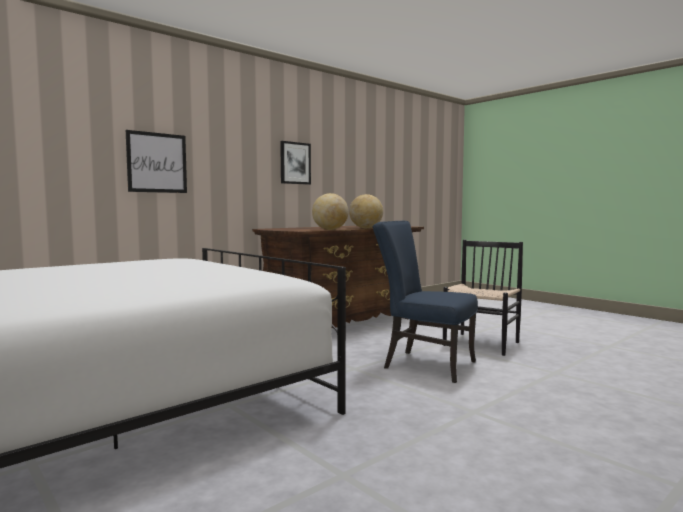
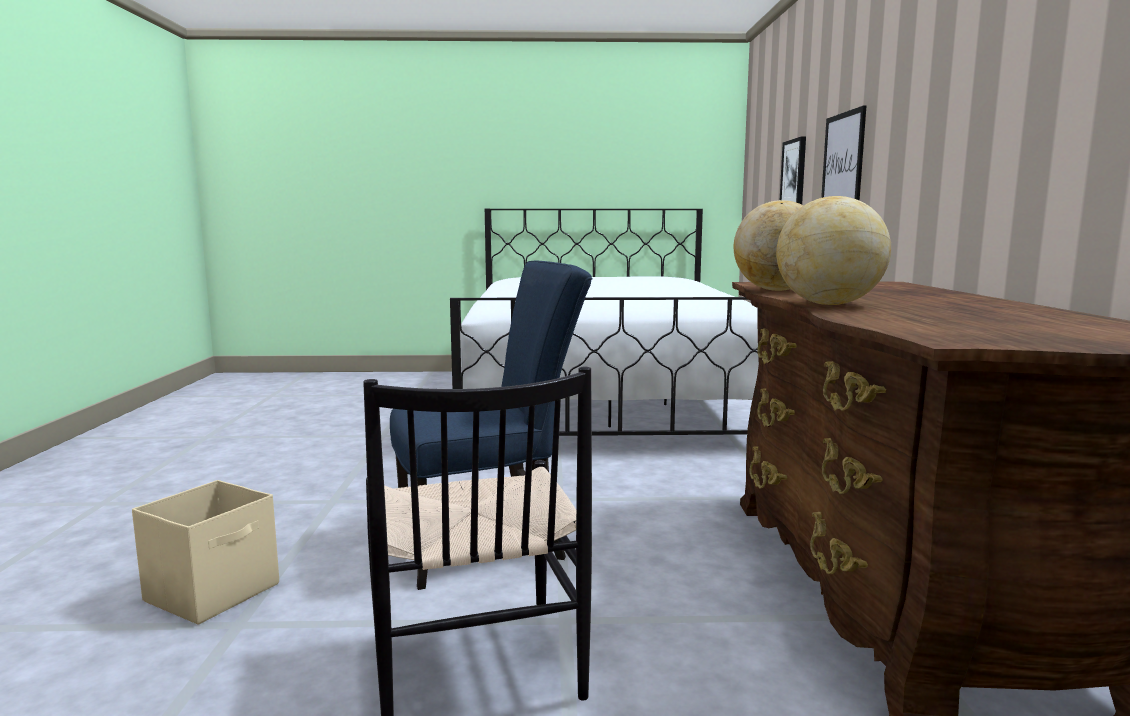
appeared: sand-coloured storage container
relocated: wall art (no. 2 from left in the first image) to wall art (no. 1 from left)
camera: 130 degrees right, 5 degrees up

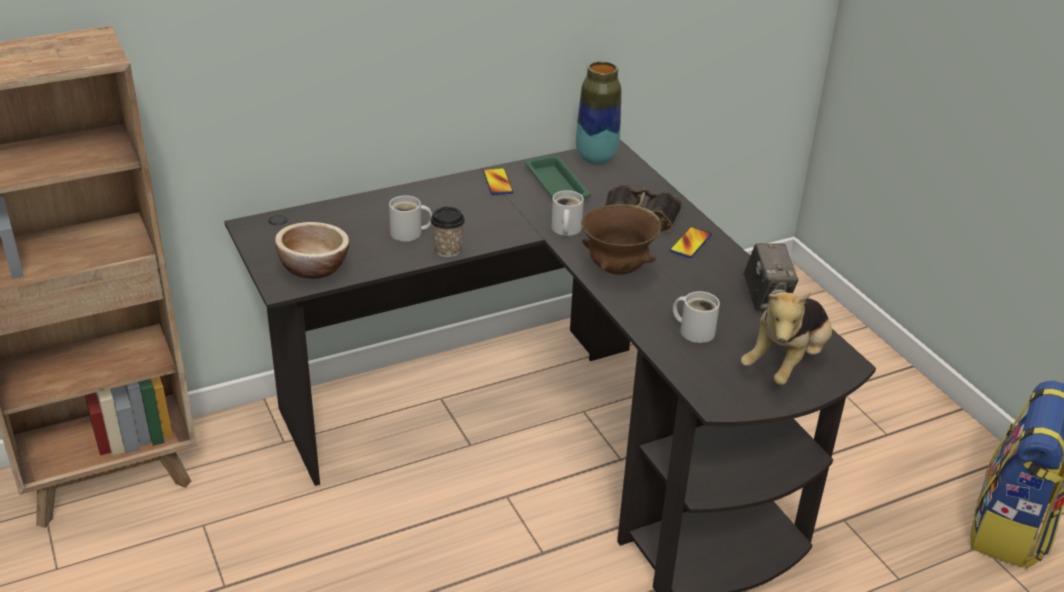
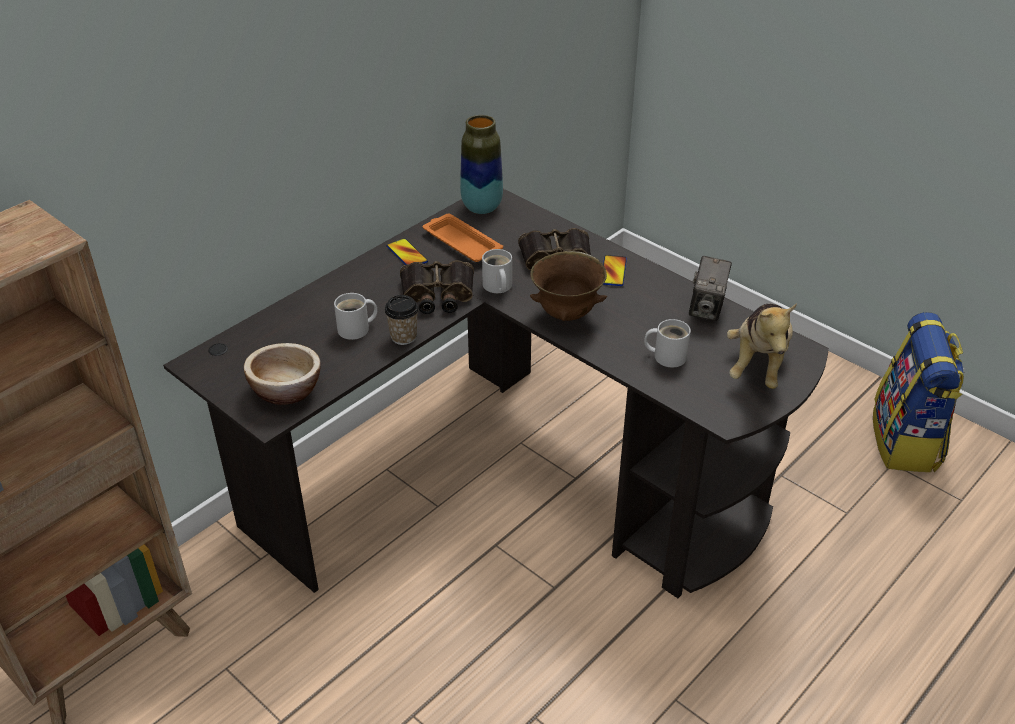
appeared: pair of binoculars (no. 1 from left)
colour: greenish tray to orange-coloured tray
spun: photo camera 45 degrees clockwise
camera: 20 degrees left, 5 degrees up

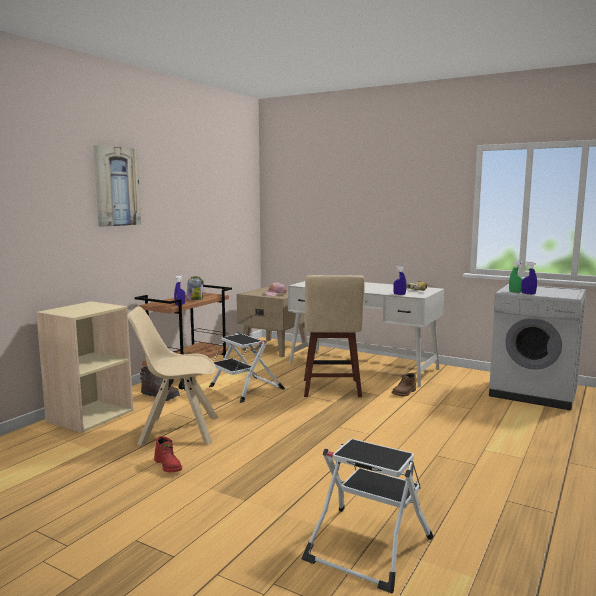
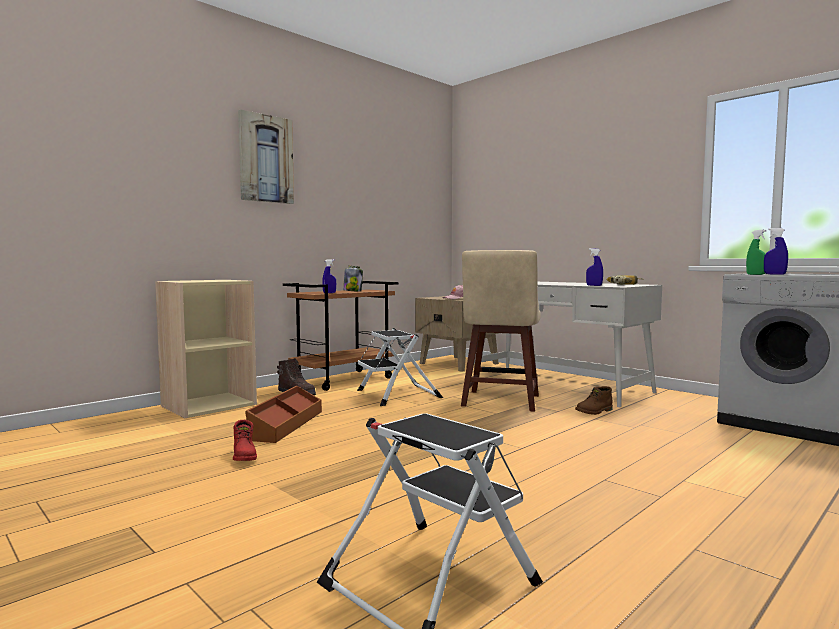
exchanged: sand-coloured plain chair (no. 1 from left) to brownish storage container
camera: 15 degrees right, 5 degrees down

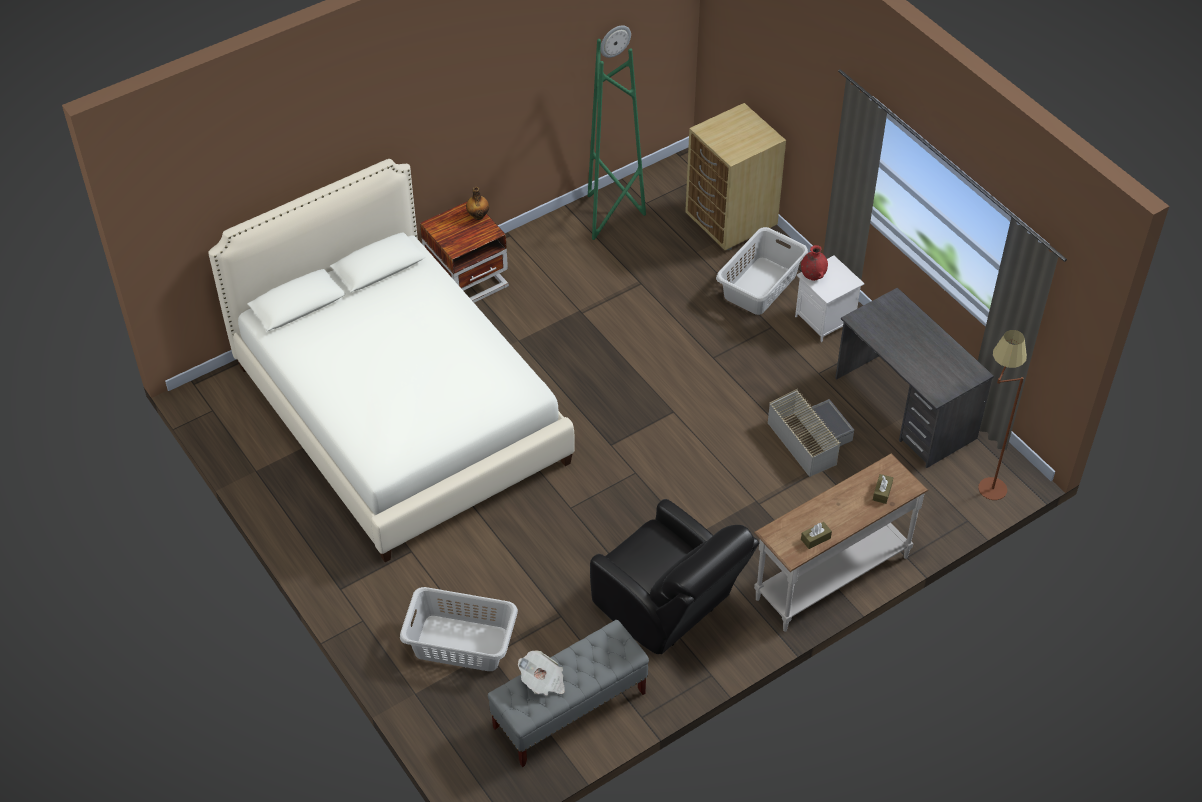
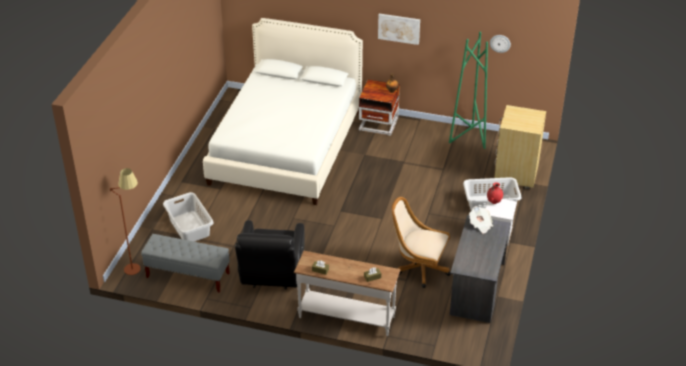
appeared: wall art
relocated: brownish standing lamp; daily paper
exchanged: gray storage container to computer chair
camera: 50 degrees right, 10 degrees down

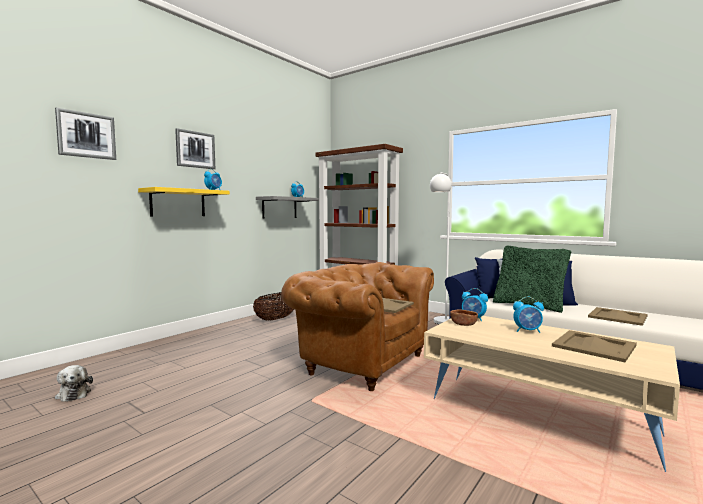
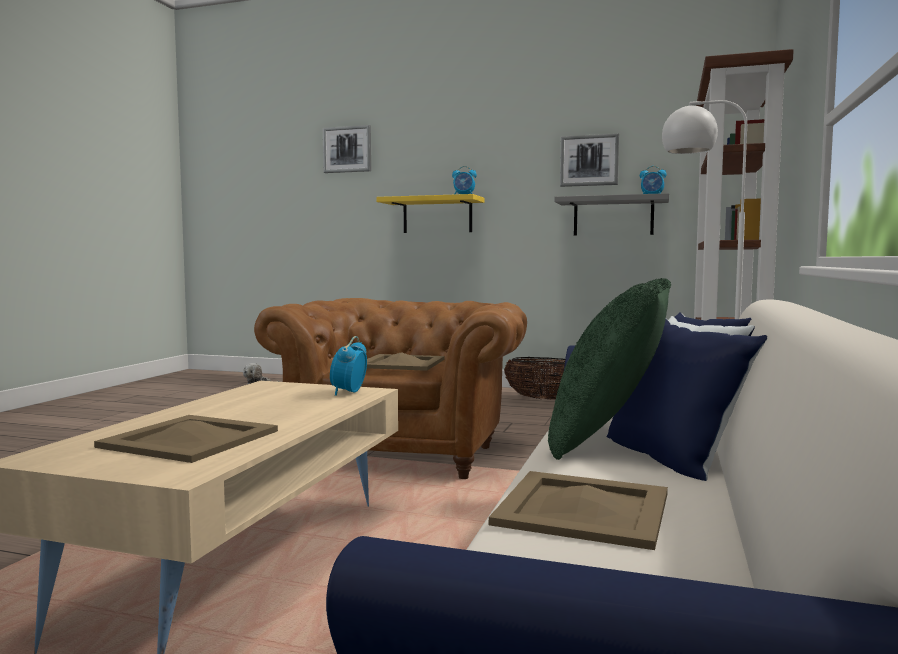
missing: table clock (no. 4 from left); brownish bowl
relocated: wall art (no. 2 from left)
camera: 70 degrees right, 0 degrees up

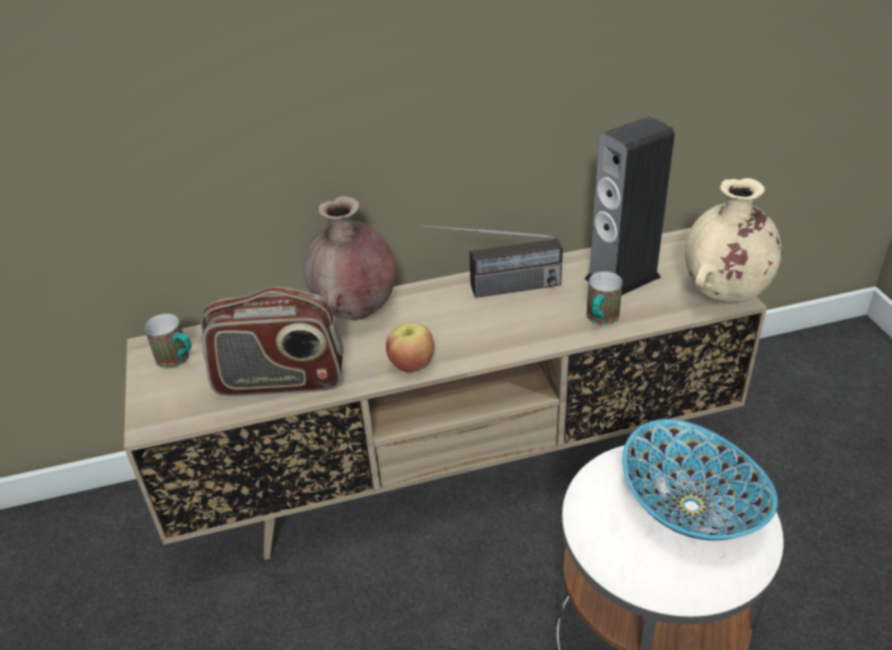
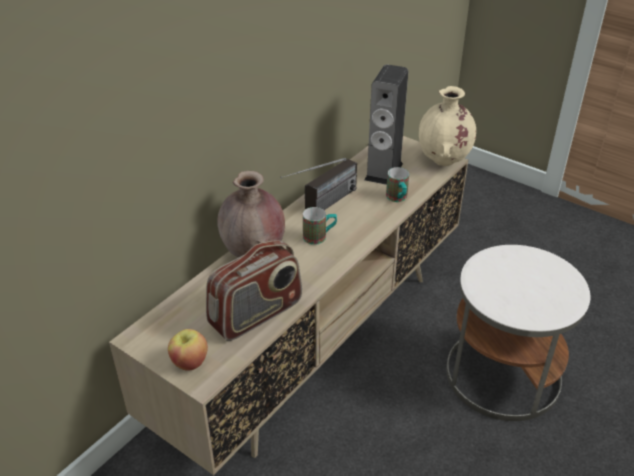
missing: bowl
relocated: tea mug (no. 1 from left); apple
camera: 40 degrees left, 0 degrees up

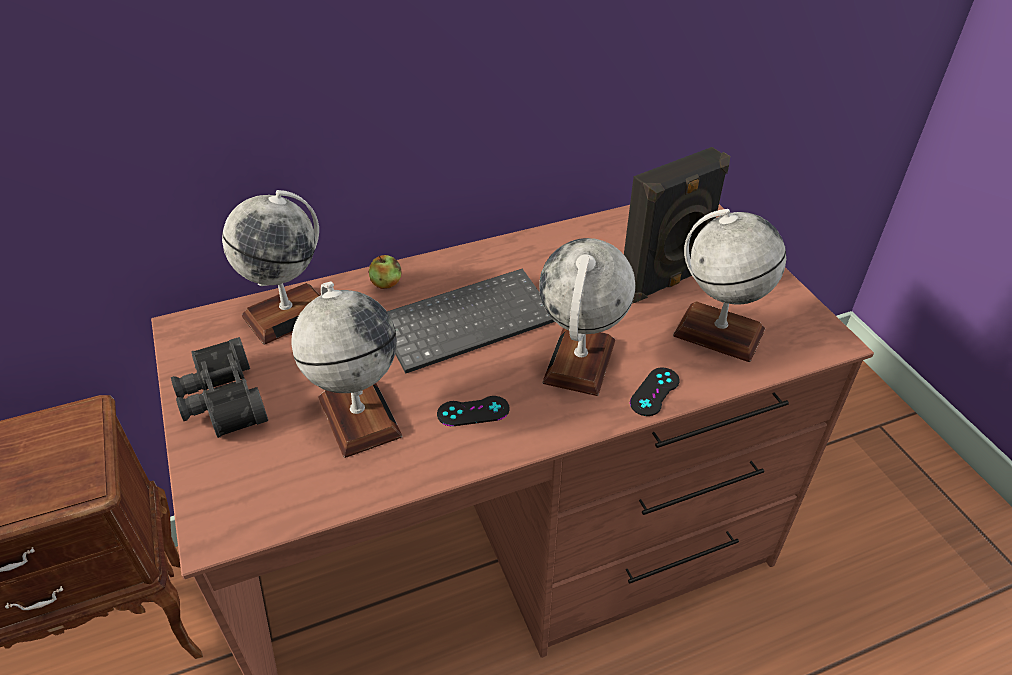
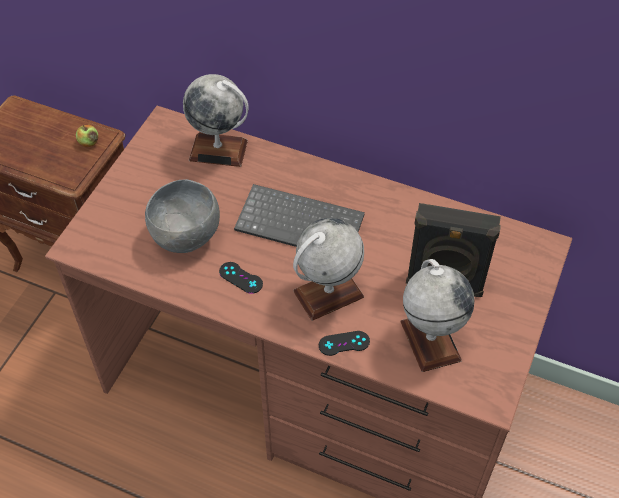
missing: black-coloured pair of binoculars
relocated: apple
exchanged: world globe (no. 2 from left) to gray bowl
camera: 45 degrees right, 10 degrees up

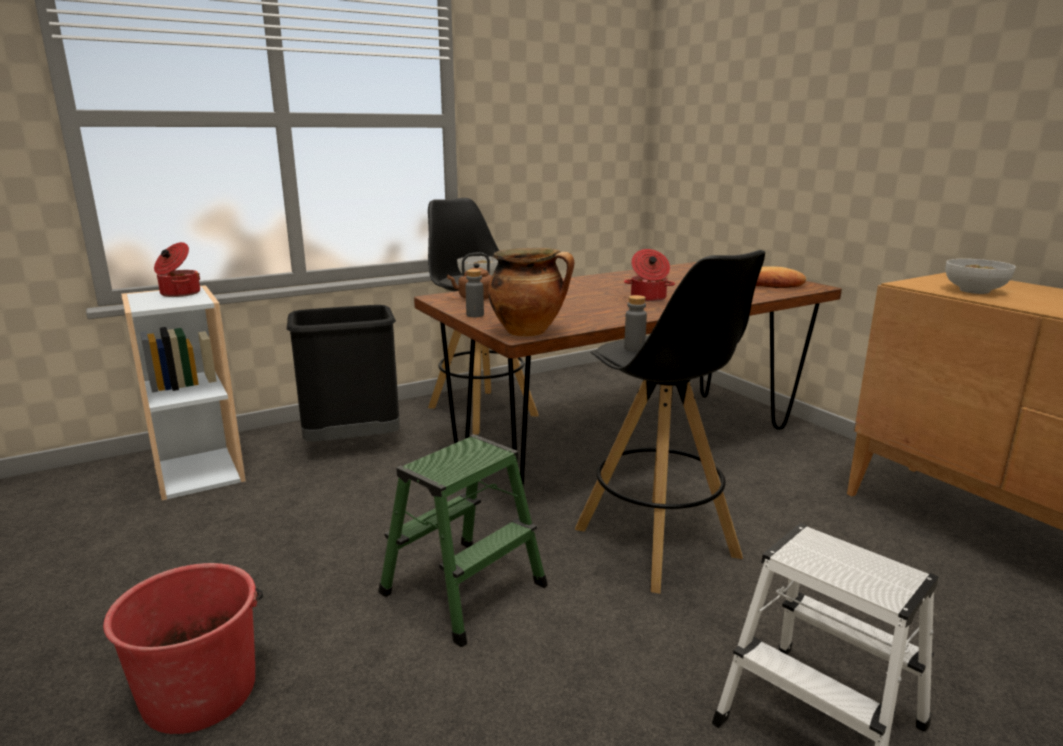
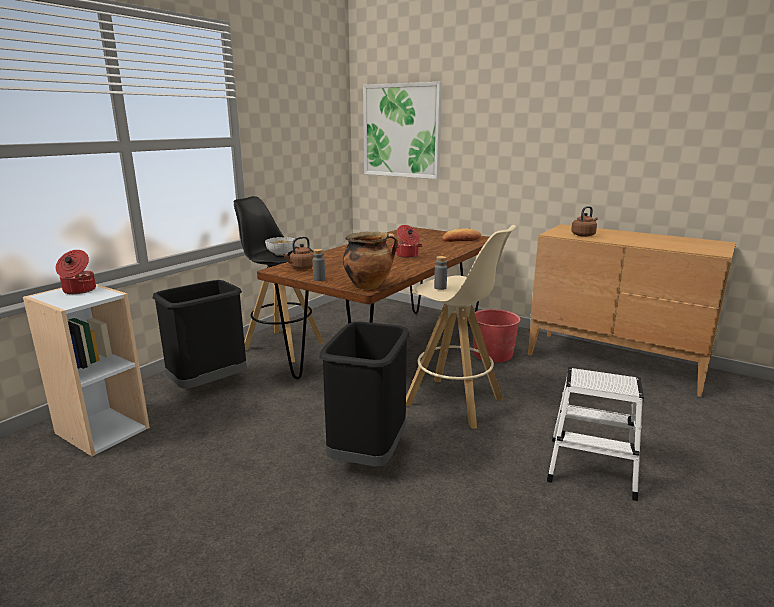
appeared: wall art
relocated: red-coloured pail
exchanged: bowl (no. 2 from left) to brownish water kettle (no. 2 from left); greenish stepladder to black-coloured rubbish bin (no. 2 from left)
colour: black-coloured stool seat (no. 2 from left) to sand-coloured stool seat
camera: 25 degrees left, 0 degrees up

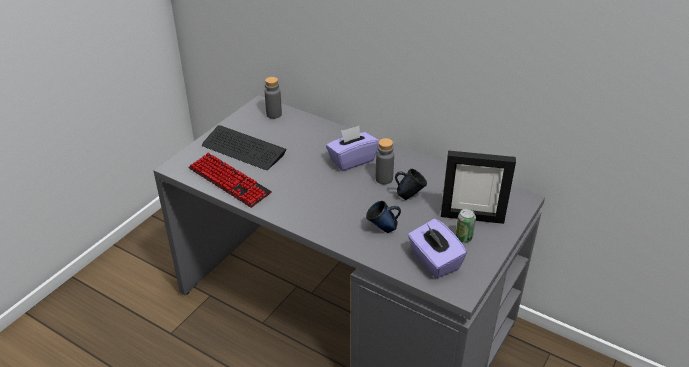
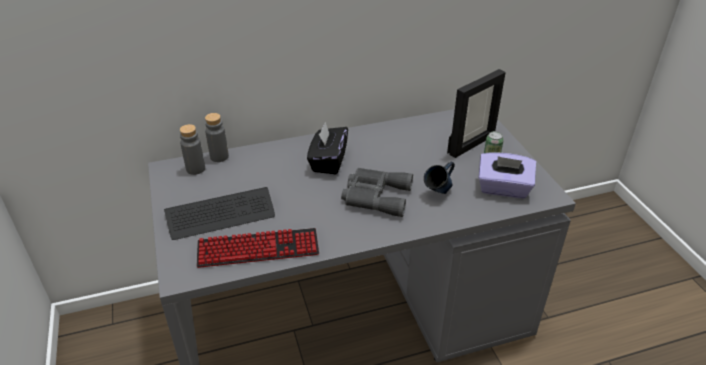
missing: blue tea mug (no. 2 from left)
appeared: gray pair of binoculars
relocated: gray drink bottle (no. 2 from left)
colour: purple tissue holder (no. 1 from left) to black-coloured tissue holder
camera: 50 degrees left, 0 degrees up

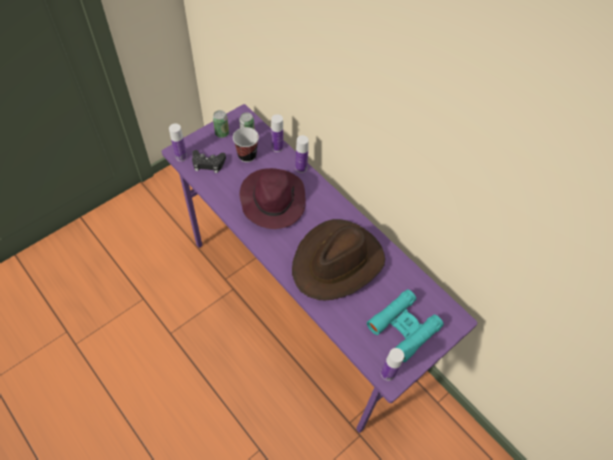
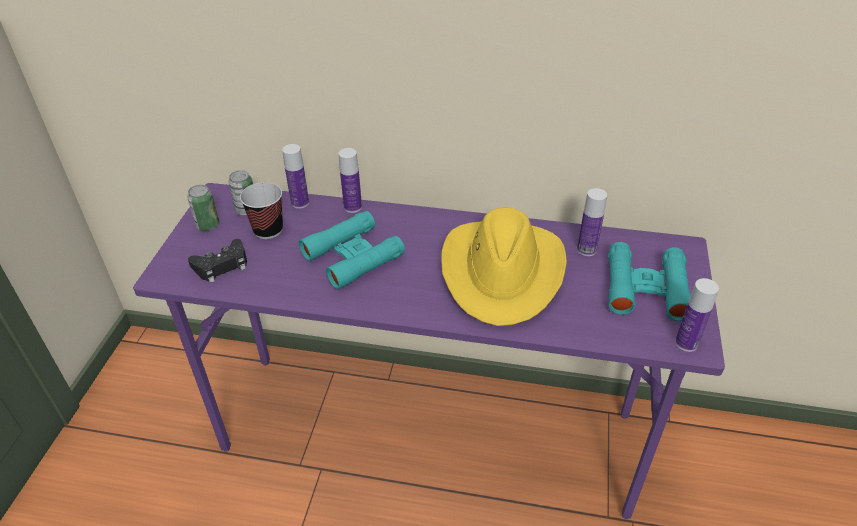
relocated: drink bottle (no. 1 from left in the first image) to drink bottle (no. 3 from left)
exchanged: purple clothing hat to turquoise-coloured pair of binoculars (no. 1 from left)
colour: brownish clothing hat to yellow clothing hat
camera: 35 degrees left, 15 degrees down

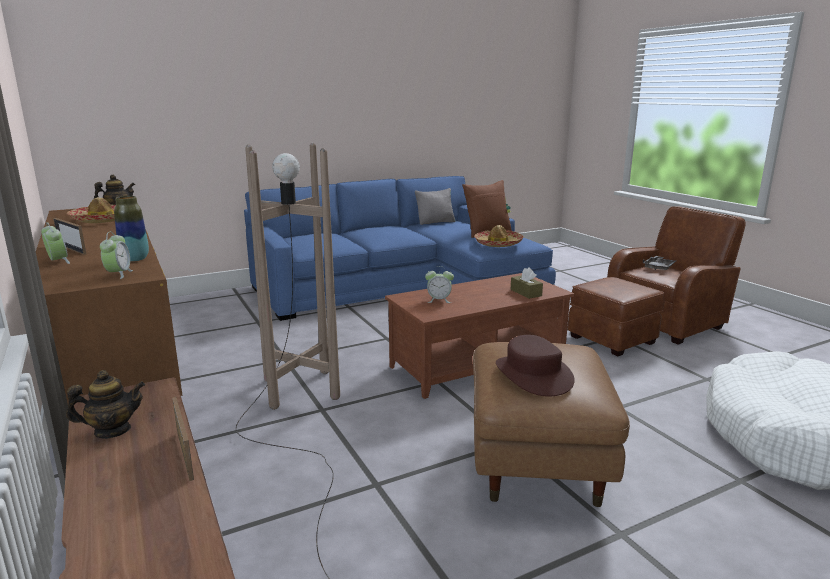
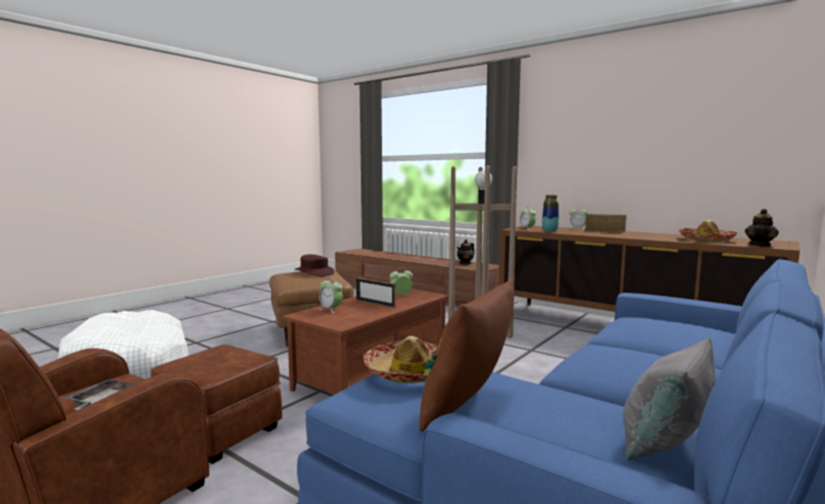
relocated: standing frame (no. 2 from left in the first image) to standing frame (no. 1 from left)
exchanged: brownish tissue holder to table clock (no. 1 from left)
camera: 155 degrees right, 10 degrees down

